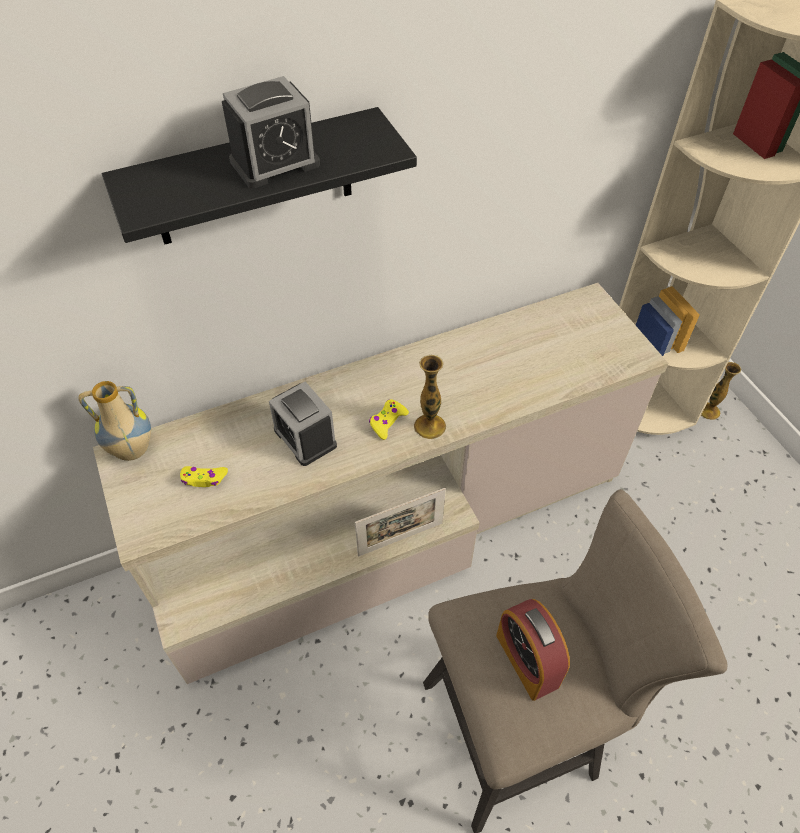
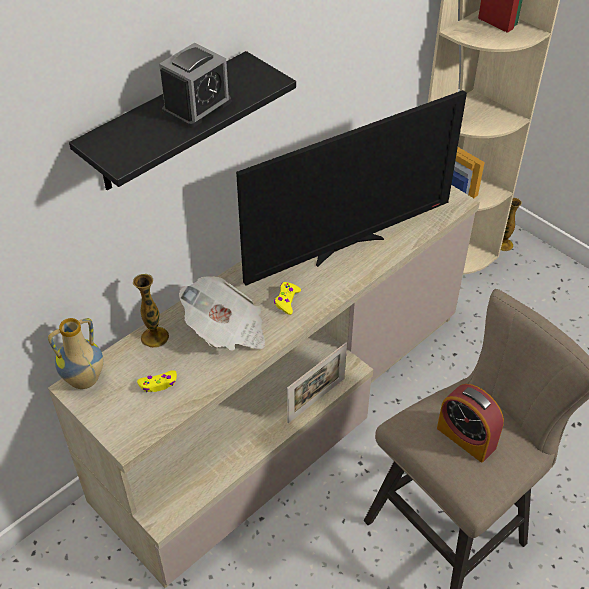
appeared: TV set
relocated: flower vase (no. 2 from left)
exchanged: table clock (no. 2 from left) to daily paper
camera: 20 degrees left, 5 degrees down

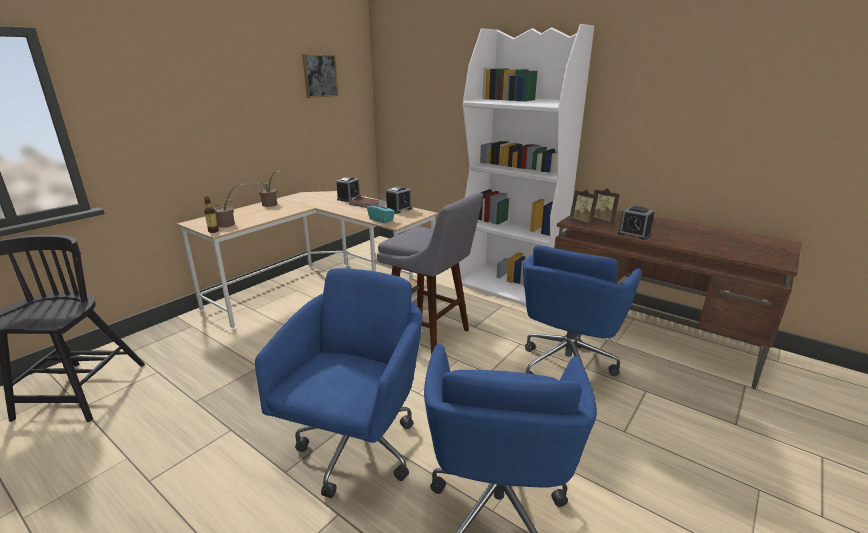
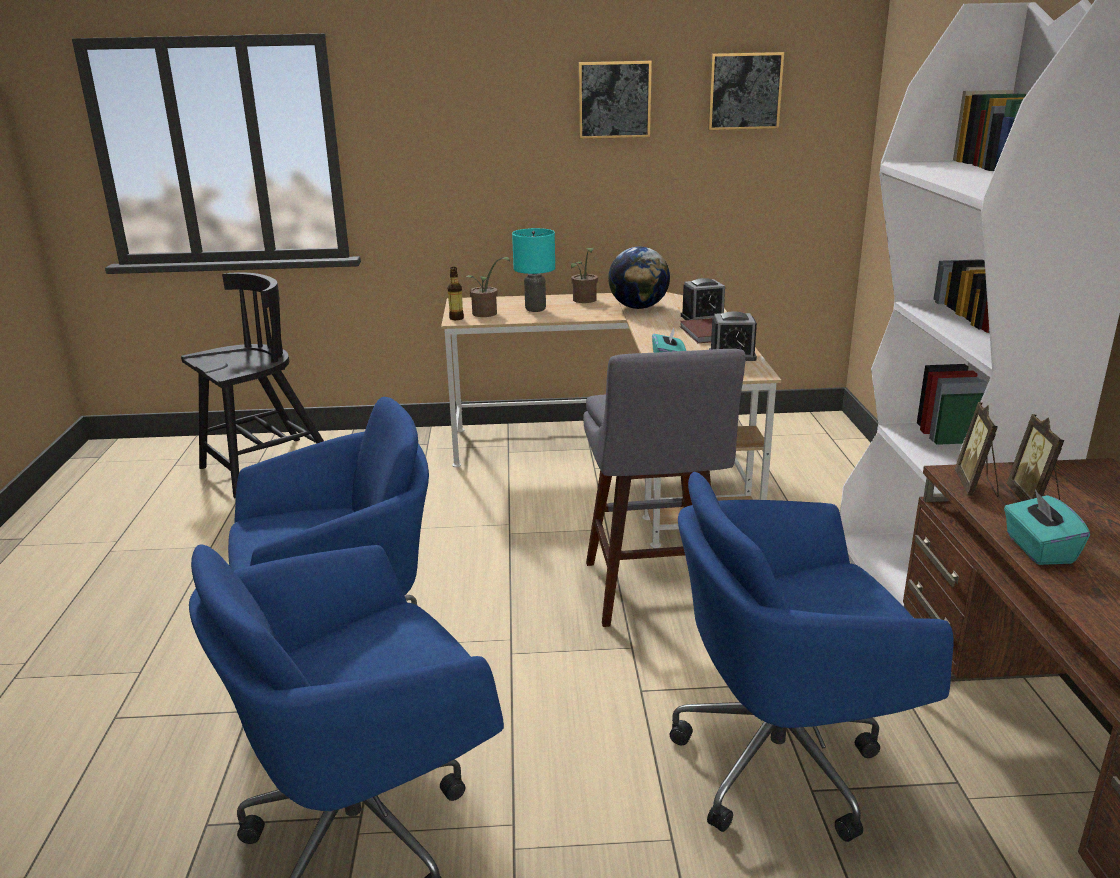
appeared: wall art (no. 1 from left); turquoise-coloured table lamp; world globe
exchanged: table clock (no. 3 from left) to turquoise-coloured tissue holder (no. 2 from left)
camera: 50 degrees right, 0 degrees up

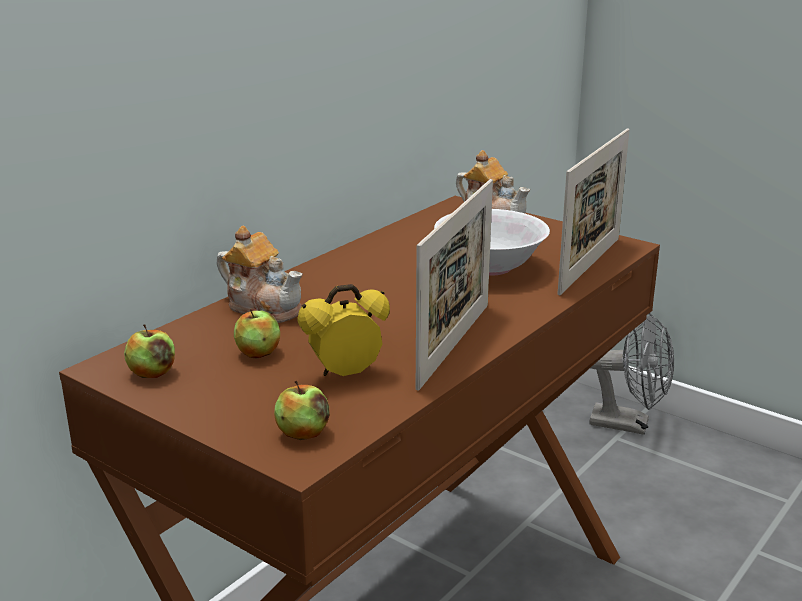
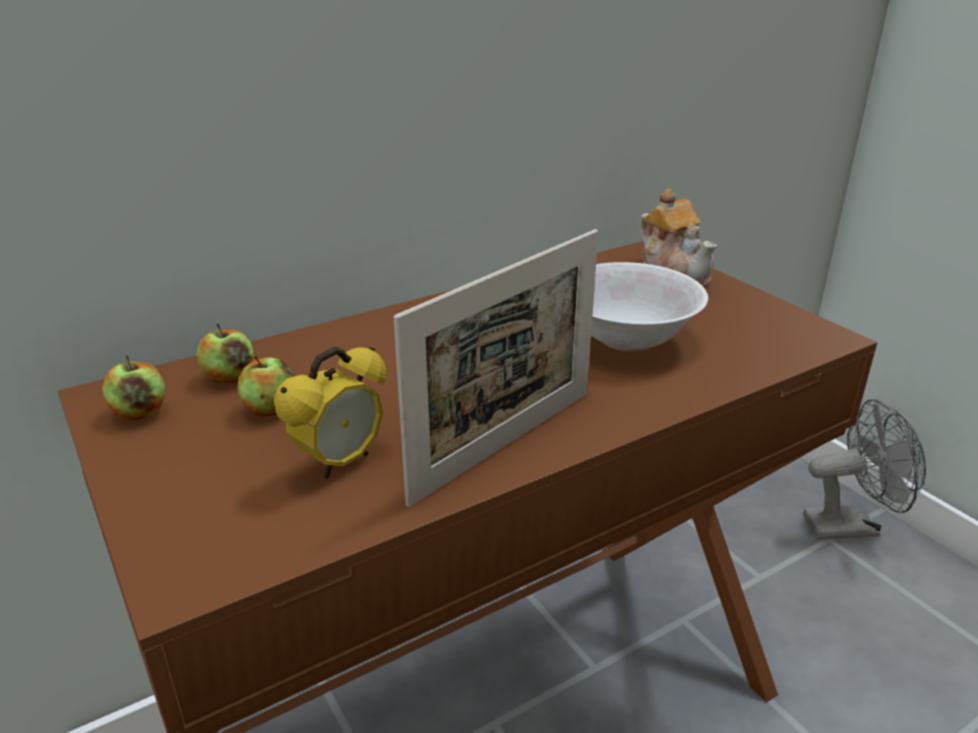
missing: standing frame (no. 2 from left); tea pot (no. 1 from left)
relocated: apple (no. 3 from left in the first image) to apple (no. 2 from left)
spun: table clock 135 degrees clockwise; gray fan 45 degrees counterclockwise
camera: 20 degrees right, 5 degrees up

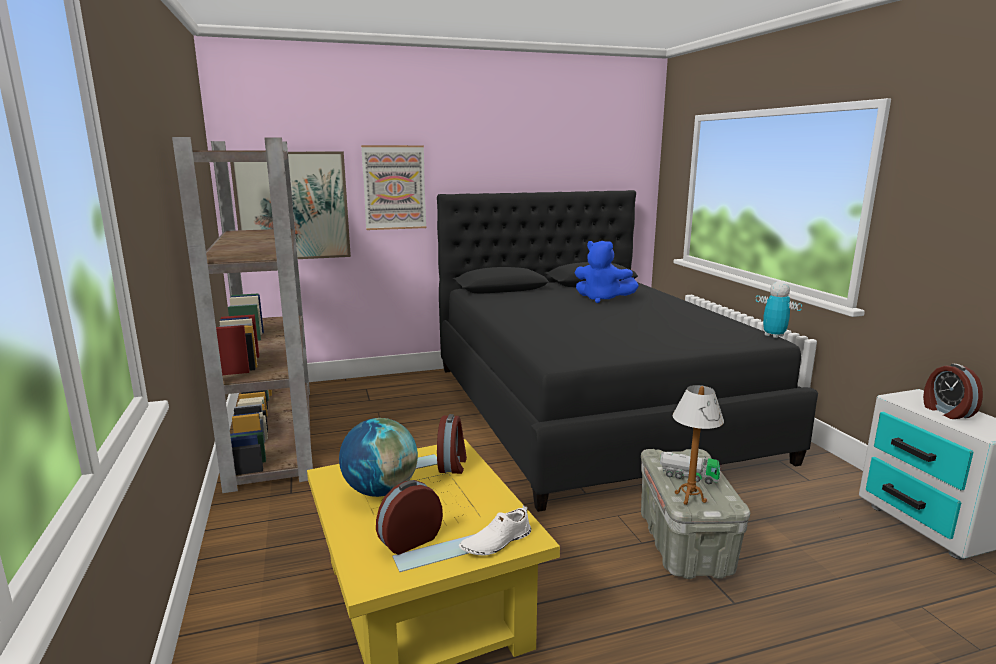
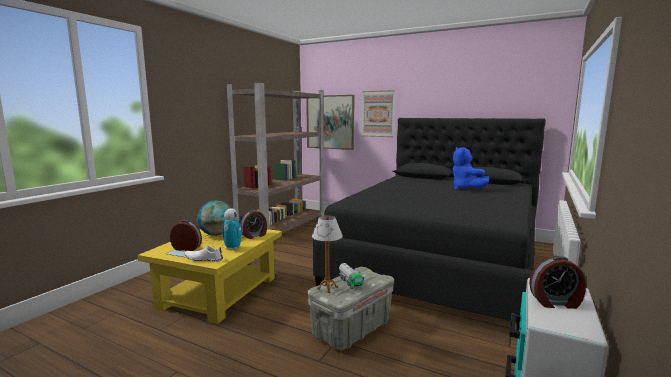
relocated: toy robot
spun: table clock (no. 3 from left) 120 degrees counterclockwise
camera: 45 degrees right, 5 degrees down

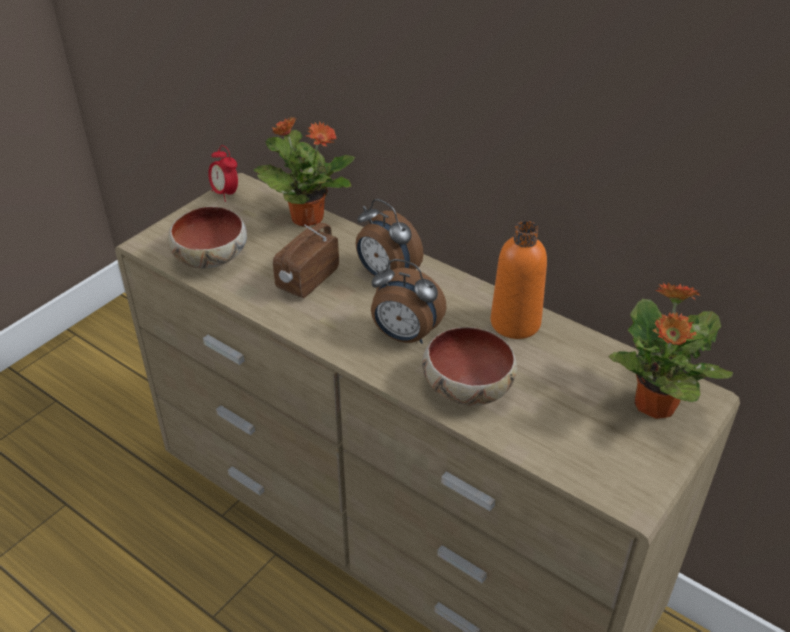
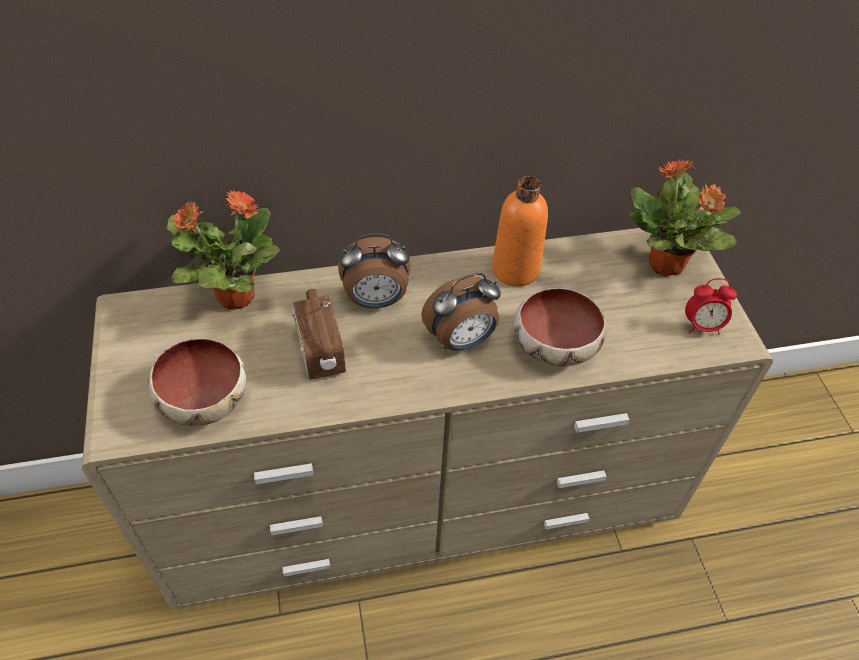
relocated: table clock (no. 1 from left in the first image) to table clock (no. 3 from left)
camera: 50 degrees left, 10 degrees up

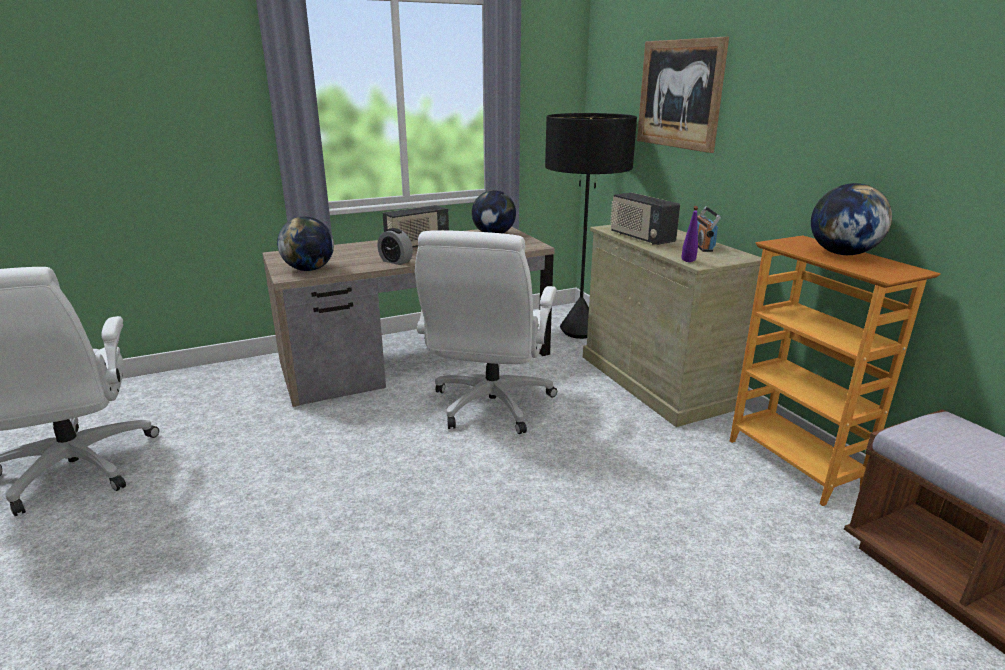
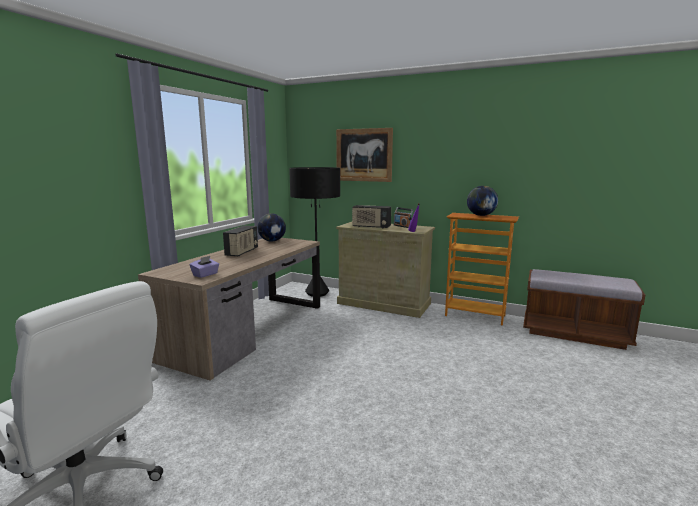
missing: table clock; white computer chair (no. 2 from left)
exchanged: world globe (no. 1 from left) to purple tissue holder
camera: 40 degrees left, 10 degrees down

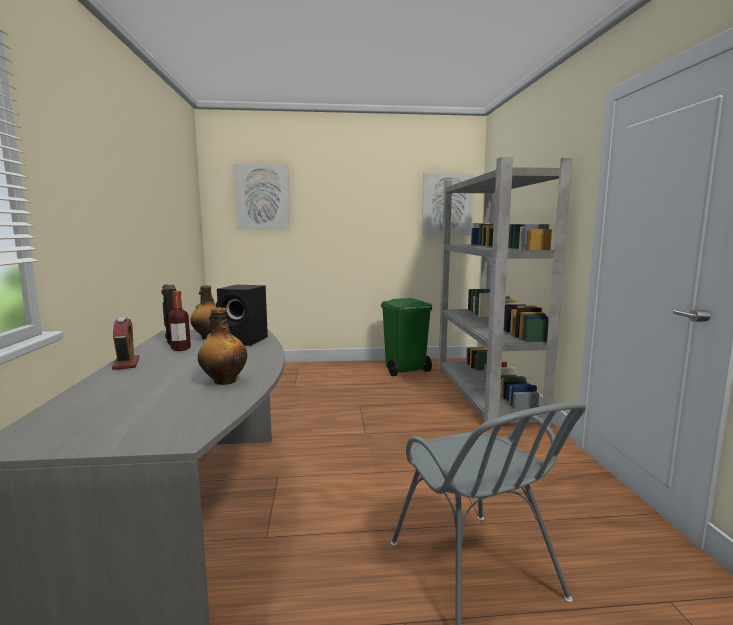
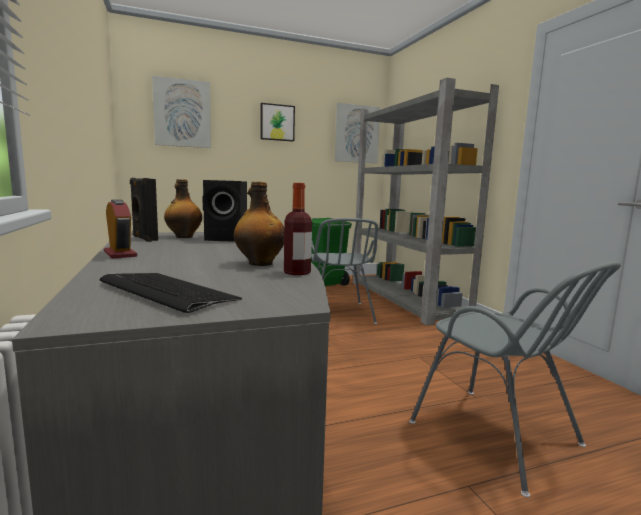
appeared: wall art (no. 2 from left); gray plain chair (no. 1 from left); PC keyboard
relocated: drink bottle (no. 1 from left in the first image) to drink bottle (no. 3 from left)
camera: 15 degrees left, 0 degrees up

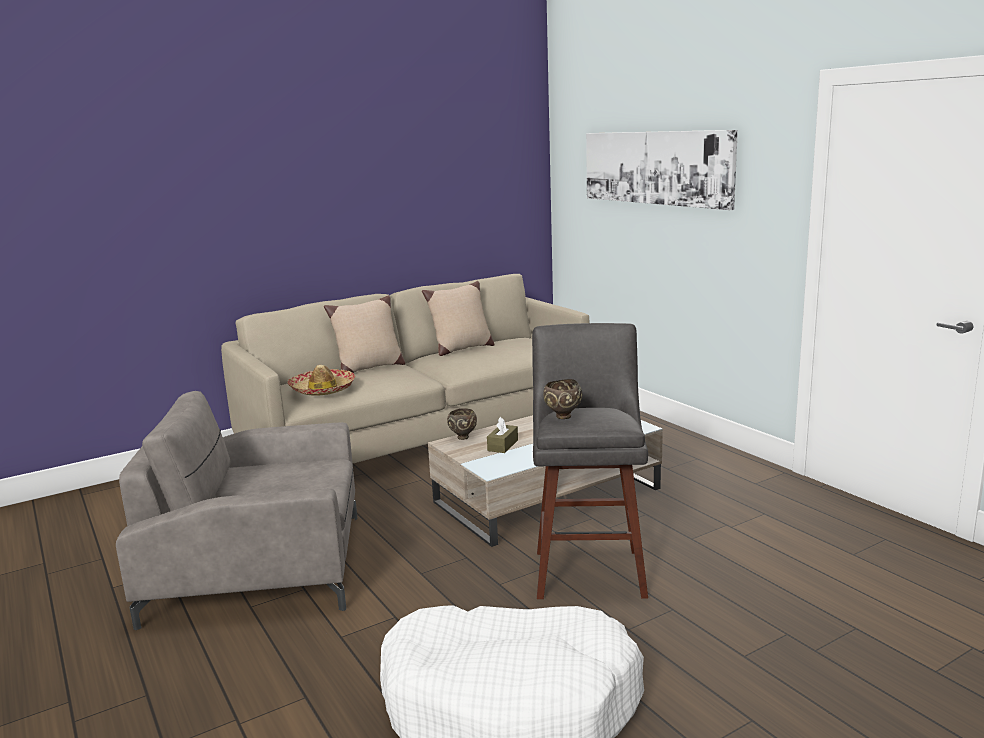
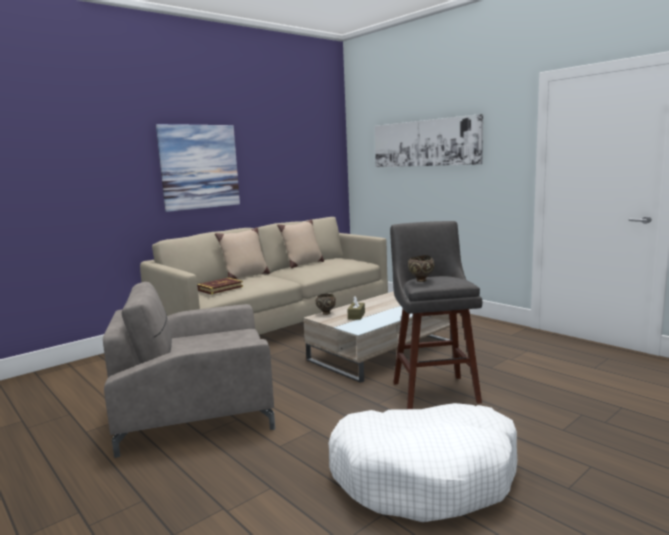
appeared: wall art (no. 1 from left)
exchanged: clothing hat to volume
camera: 10 degrees left, 5 degrees down

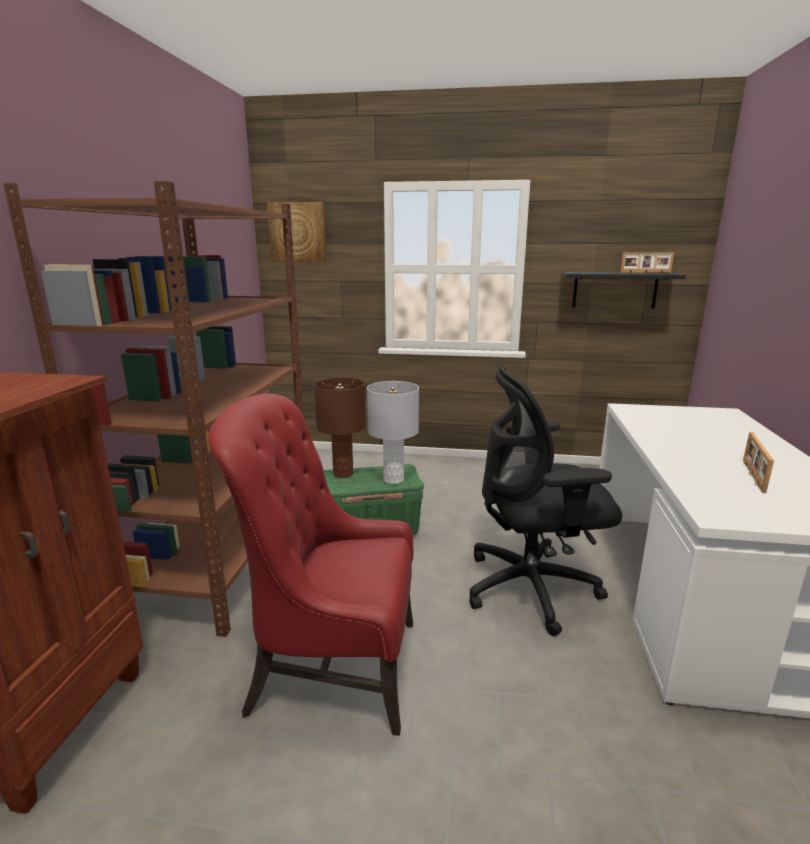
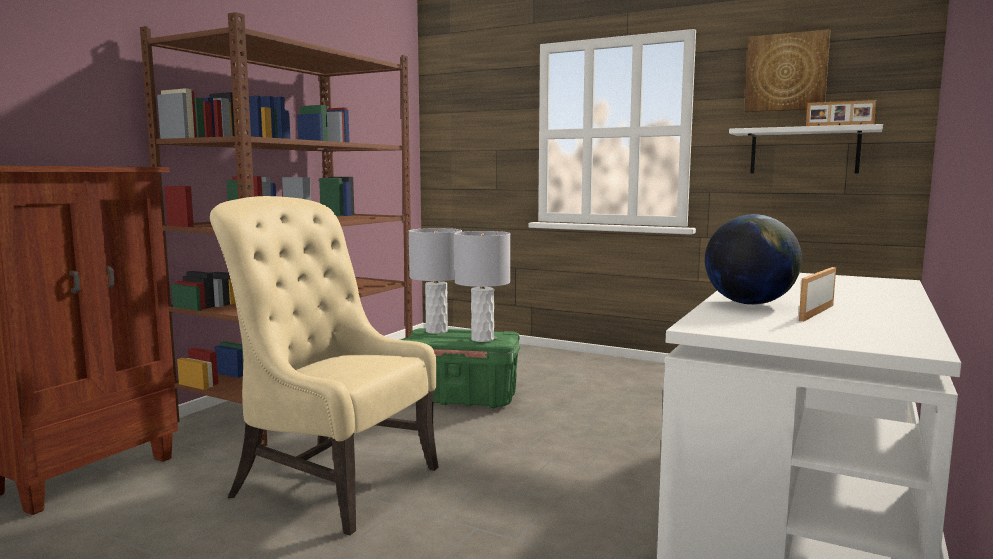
missing: black-coloured computer chair
appeared: world globe
relocated: wall art
colour: black-coloured wall shelf to white wall shelf; brownish table lamp to gray table lamp (no. 1 from left); red-coloured plain chair to sand-coloured plain chair
camera: 20 degrees right, 10 degrees down

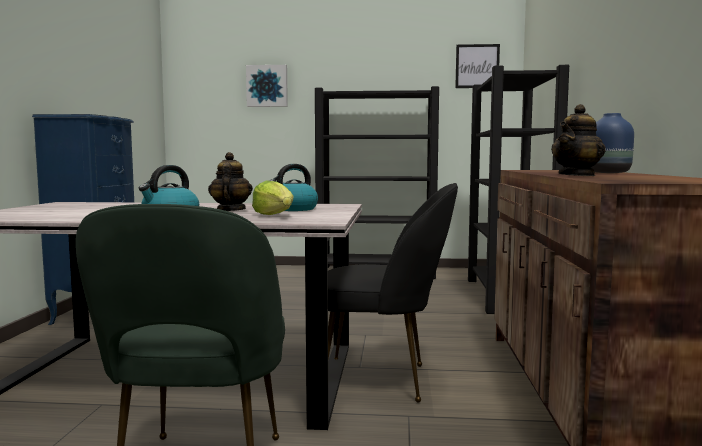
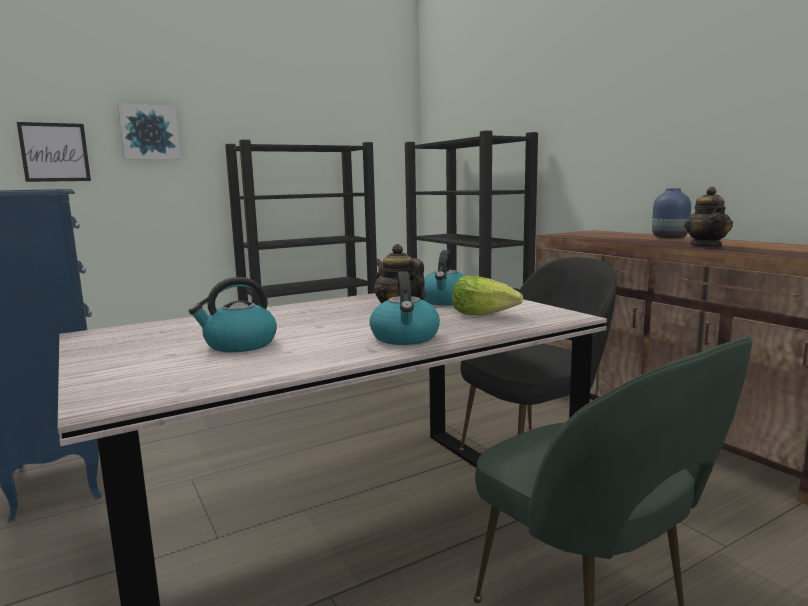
appeared: water kettle (no. 1 from left)
relocated: wall art (no. 2 from left in the first image) to wall art (no. 1 from left)
camera: 35 degrees left, 5 degrees up

